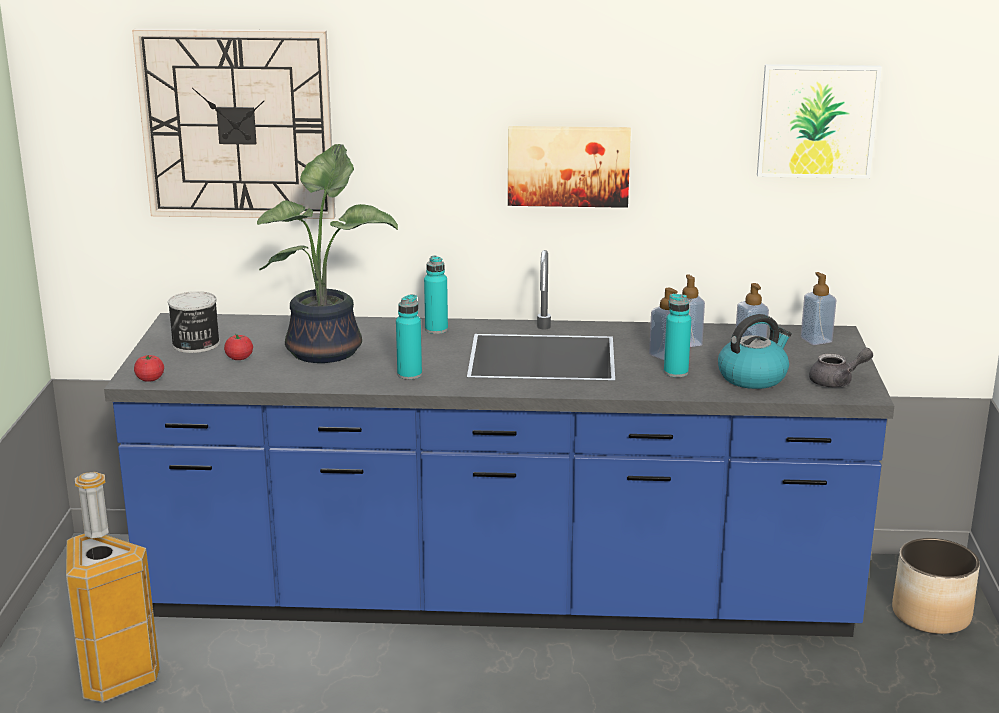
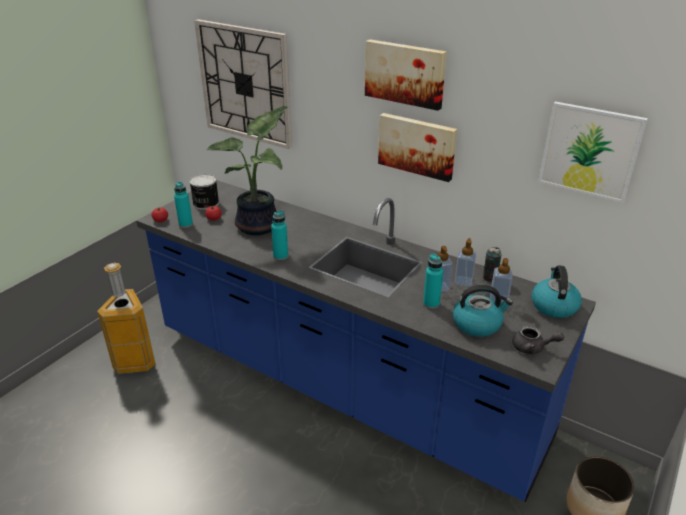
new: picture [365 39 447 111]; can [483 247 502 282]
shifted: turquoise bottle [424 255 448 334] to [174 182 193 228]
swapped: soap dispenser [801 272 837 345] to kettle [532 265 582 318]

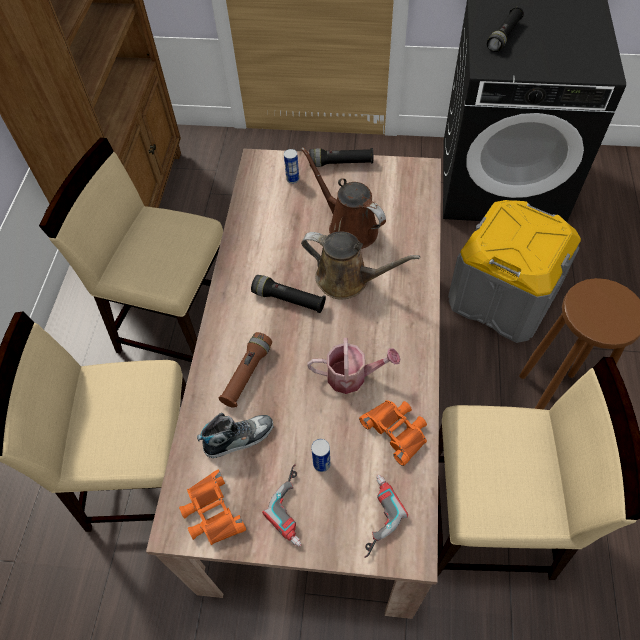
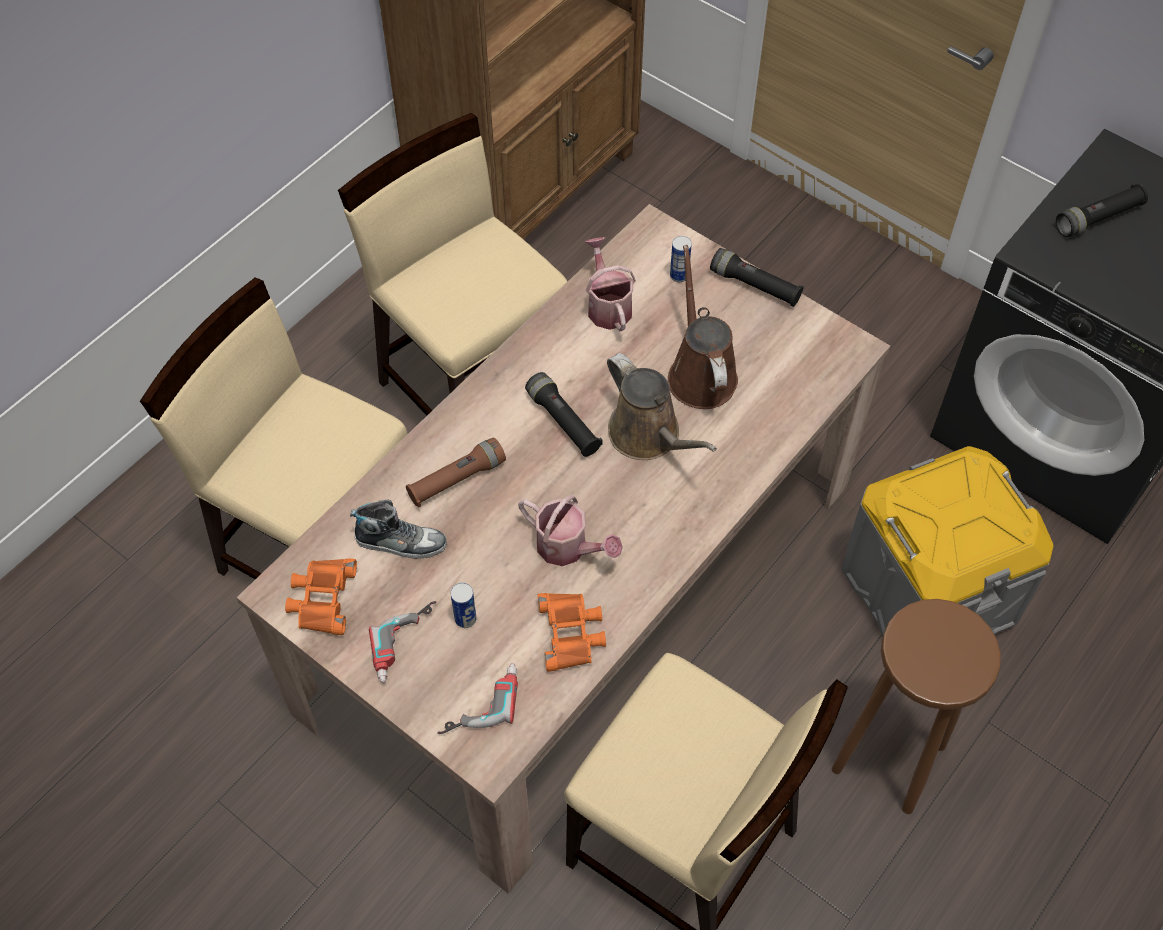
new: watering can [586 237 636 331]

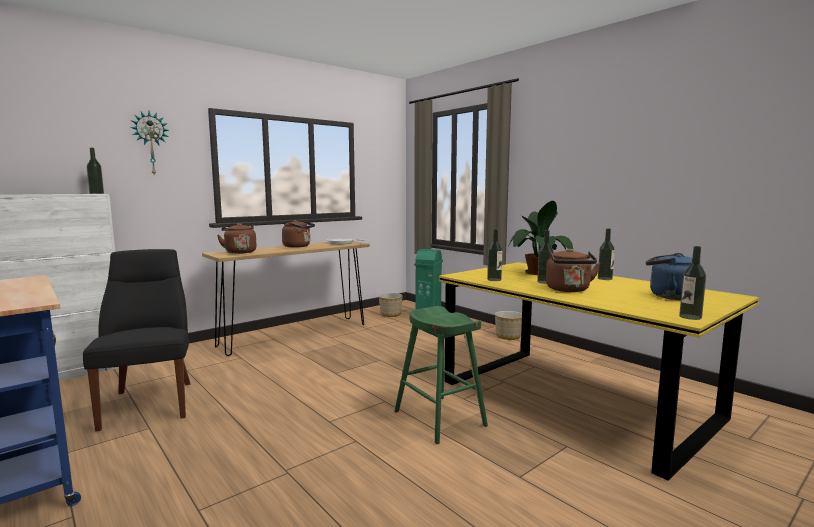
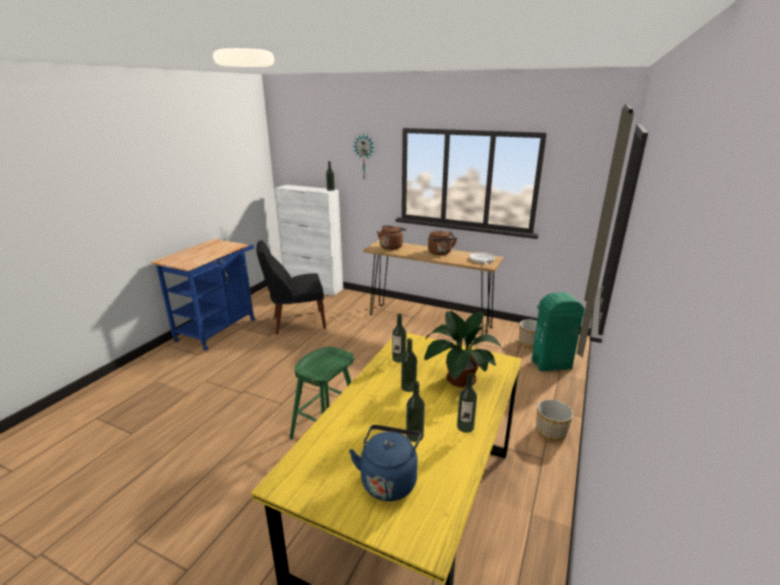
gone: brown kettle [546 248 600 292]
shifted: bottle [679 246 706 320] to [406 381 425 442]
rotated: black chair [83 249 191 432] = [256 240 326 335] 150 degrees counterclockwise

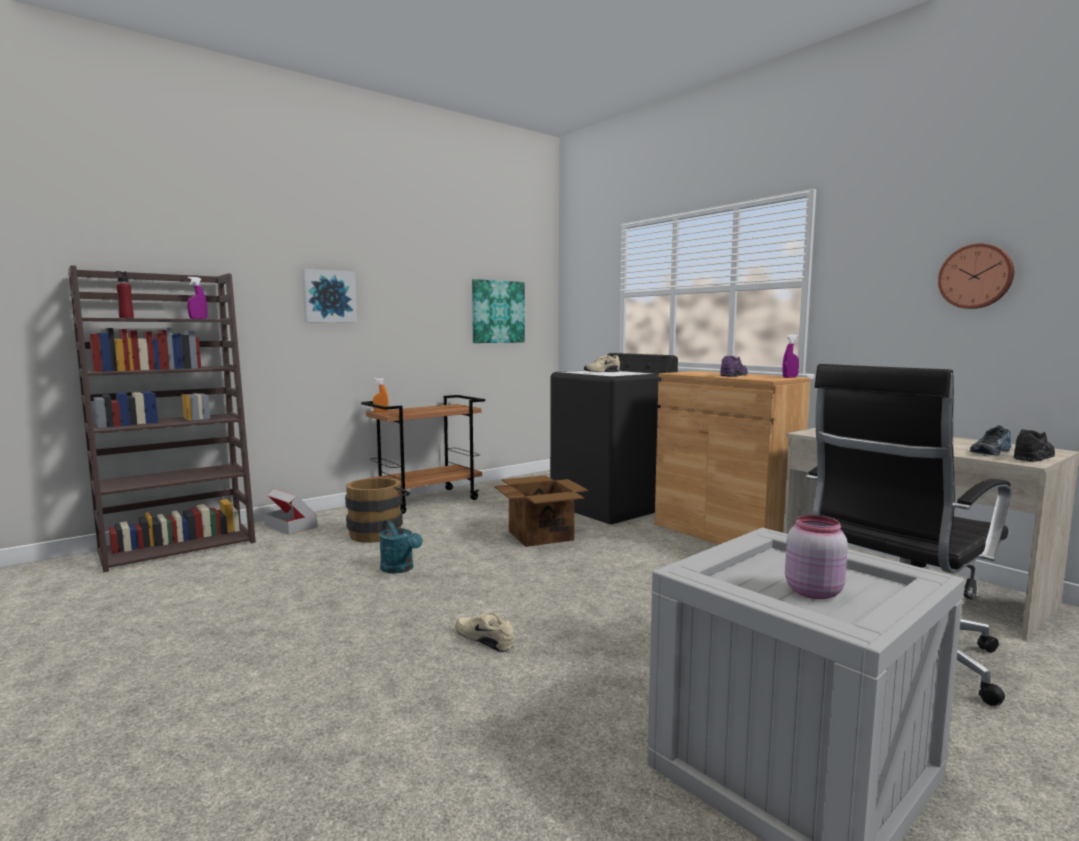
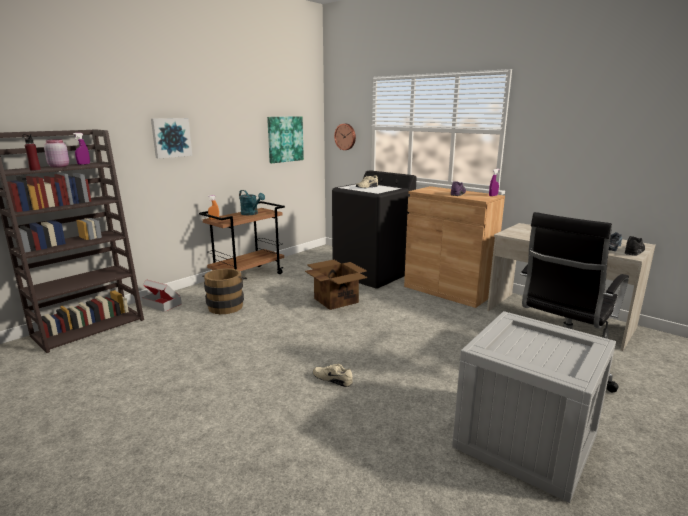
shifted: turquoise watering can [379 520 422 574] to [239 190 265 215]; pink jar [785 515 848 599] to [44 140 69 168]; wall clock [938 244 1014 309] to [334 124 356 150]

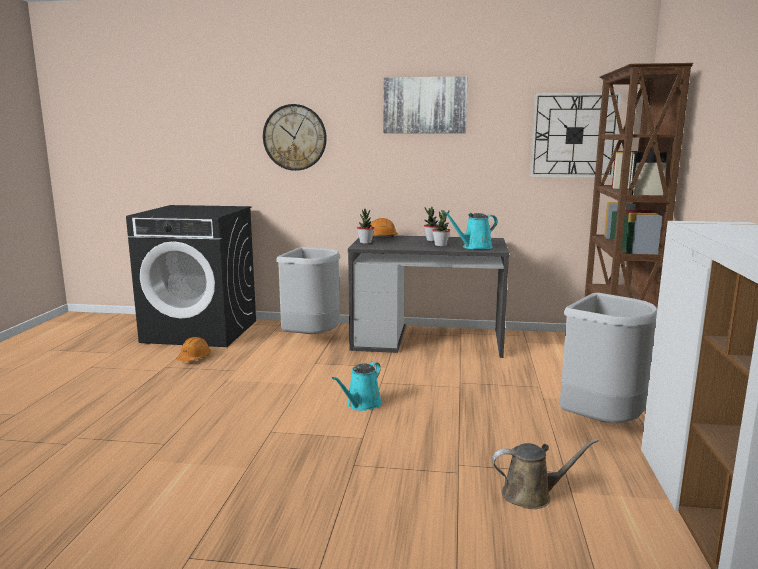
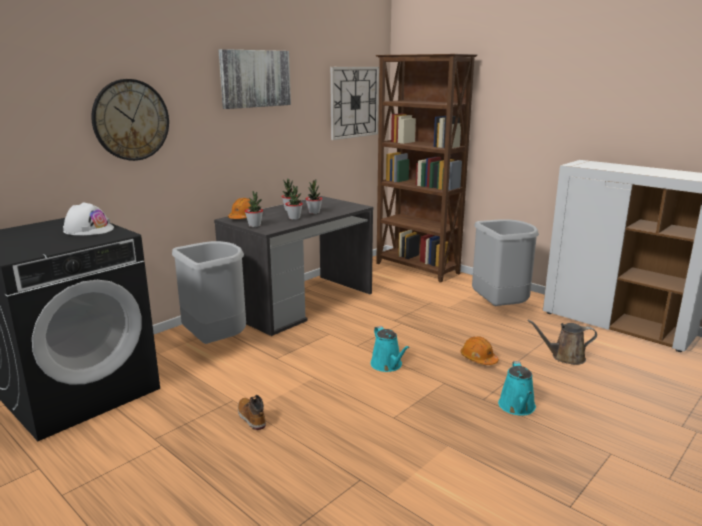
new: white hard hat [63 202 114 235]; boot [238 395 266 430]; potted plant [285 185 303 220]
shifted: orange hard hat [176 337 211 362] to [460 336 499 365]; turquoise watering can [443 212 498 249] to [498 361 536 416]
rotated: brown watering can [492 439 599 509] = [528 320 597 365] 120 degrees counterclockwise

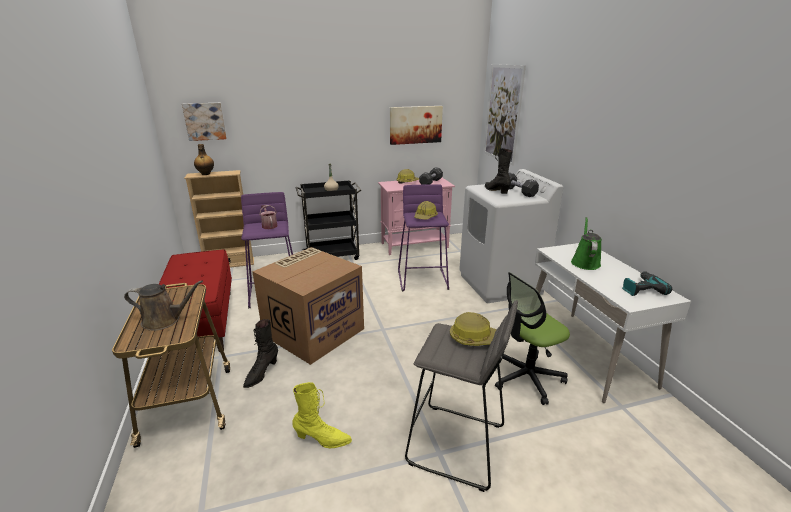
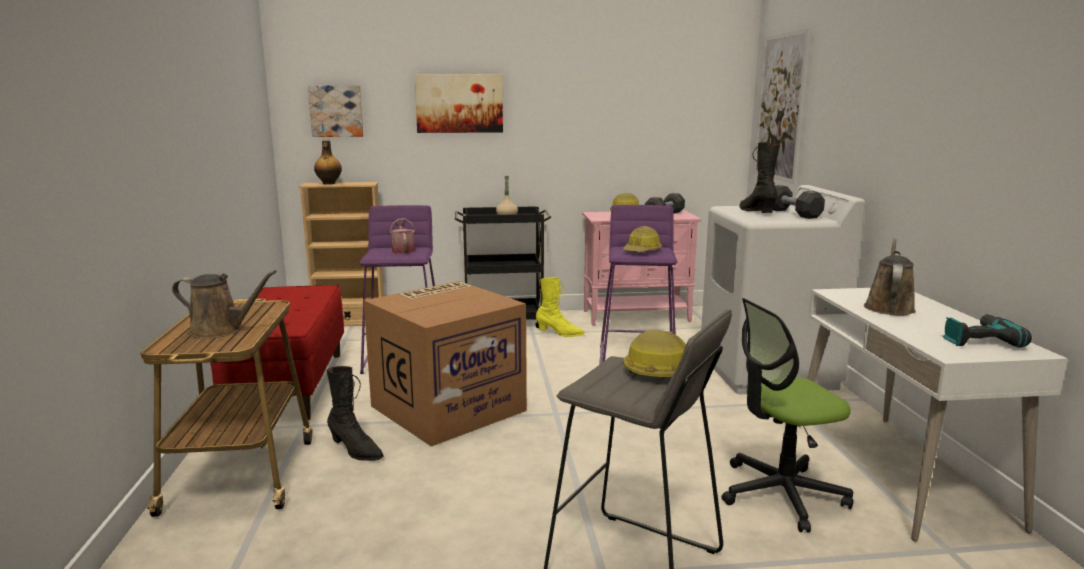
shifted: yellow boot [293 382 352 448] to [536 277 585 337]; picture [390 106 443 145] to [415 74 503 133]
repainted: green watering can [571 217 602 270] to brown watering can [864 238 916 315]
rotated: black boot [243 319 278 388] = [326 366 383 461] 90 degrees counterclockwise

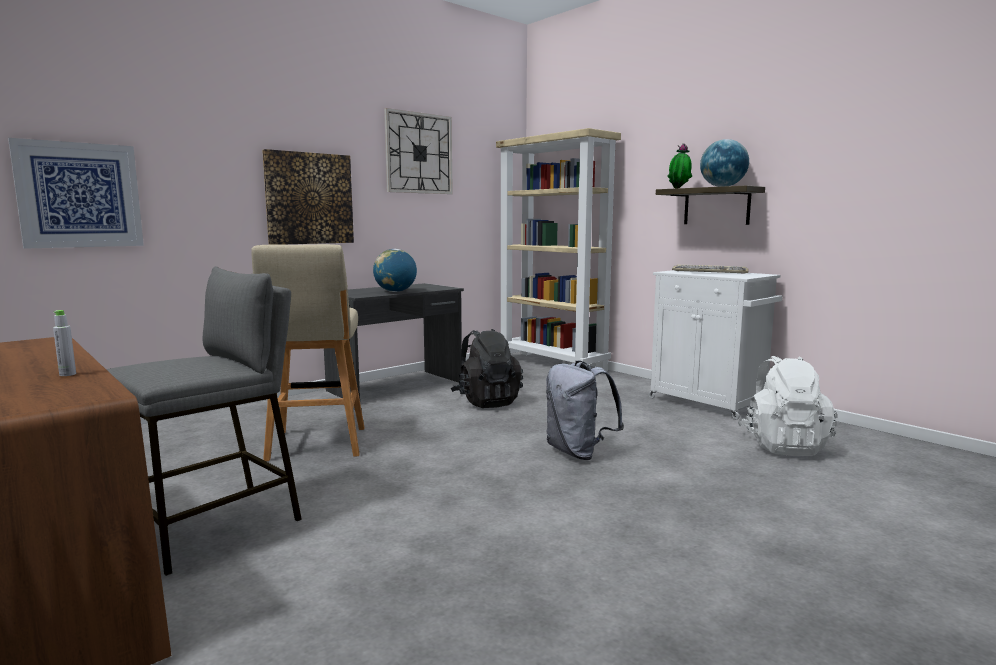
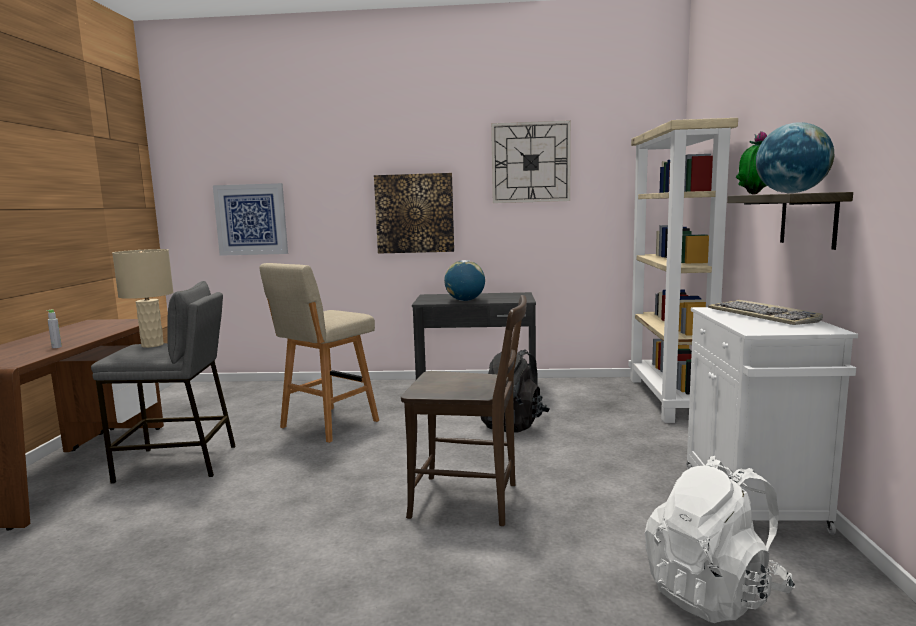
new: beige table lamp [112 249 173 348]
swapped: grey backpack [546 361 624 460] to brown chair [401 295 527 526]

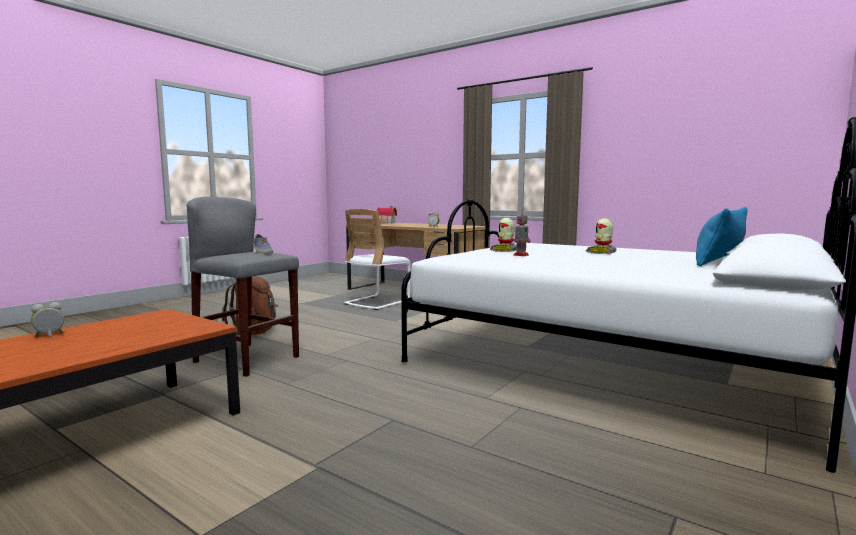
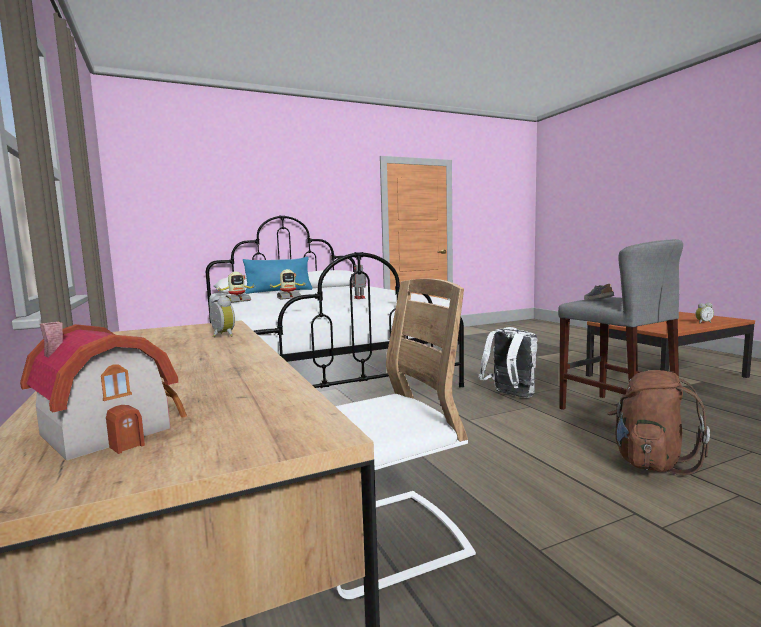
new: white backpack [479 327 537 398]
shifted: toy robot [490 218 516 252] to [217 272 255 303]

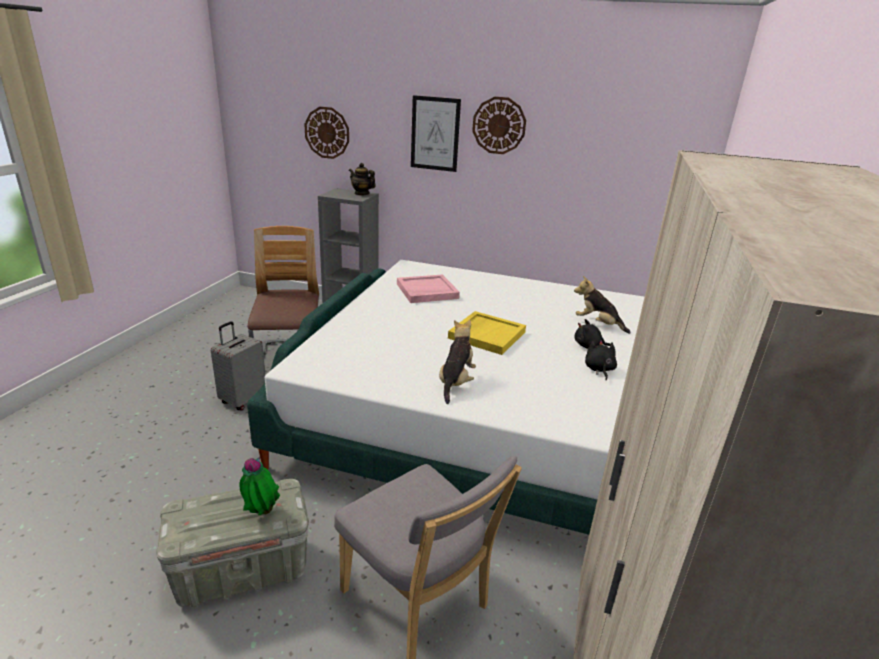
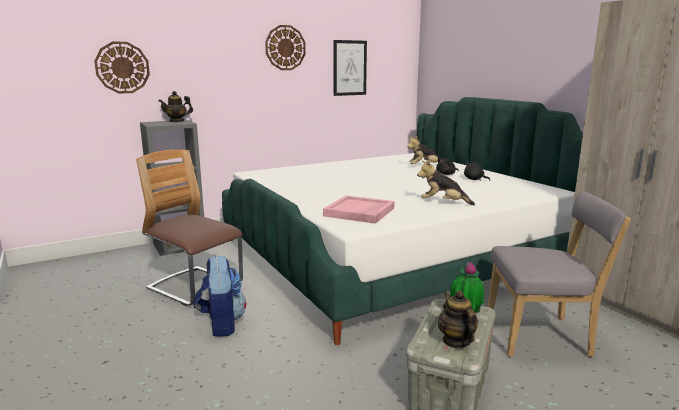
gone: yellow tray [448 311 526 355]
new: teapot [438 290 478 348]
shifted: pink tray [397 274 460 303] to [323 195 395 224]; picture [411 95 461 172] to [333 40 367 96]
swapped: grey suitcase [211 321 266 410] to backpack [194 255 246 337]
rotated: plush toy [439 320 476 404] = [417 160 475 205] 45 degrees counterclockwise

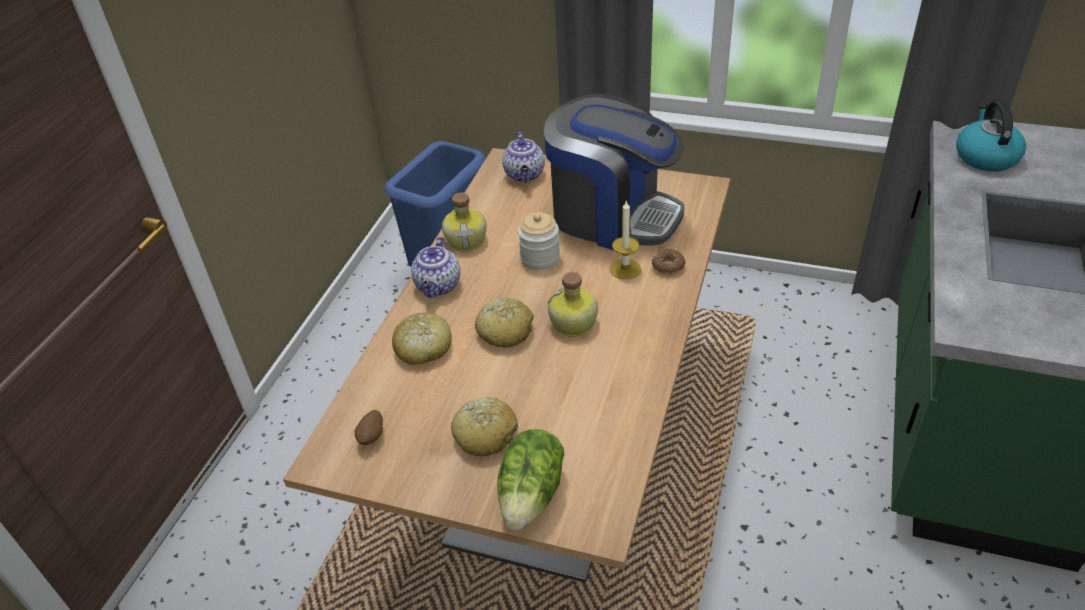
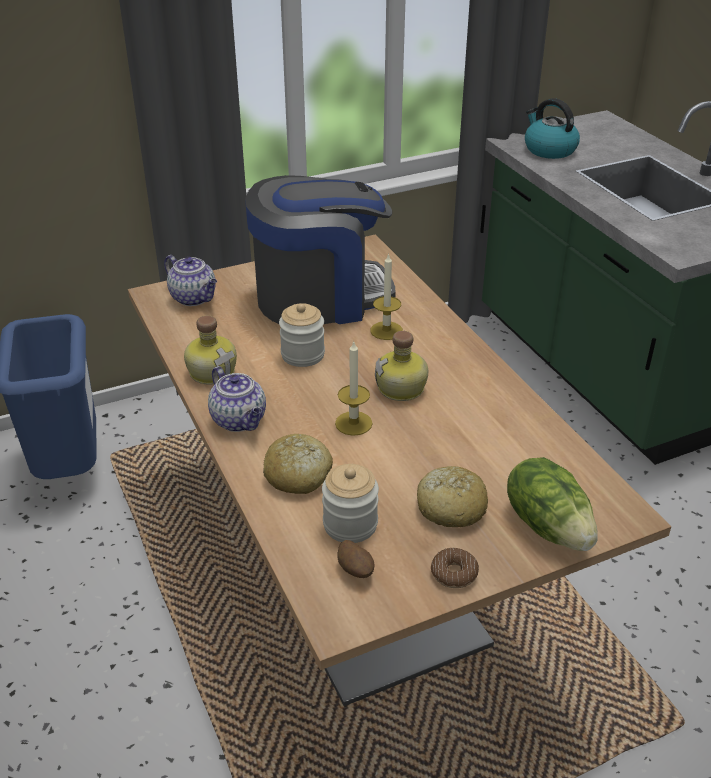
new: jar [322 464 379 543]
shifted: donut [652 249 686 275] to [431 548 479 588]
swapped: bread [475 298 534 348] to candle [335 340 373 436]

